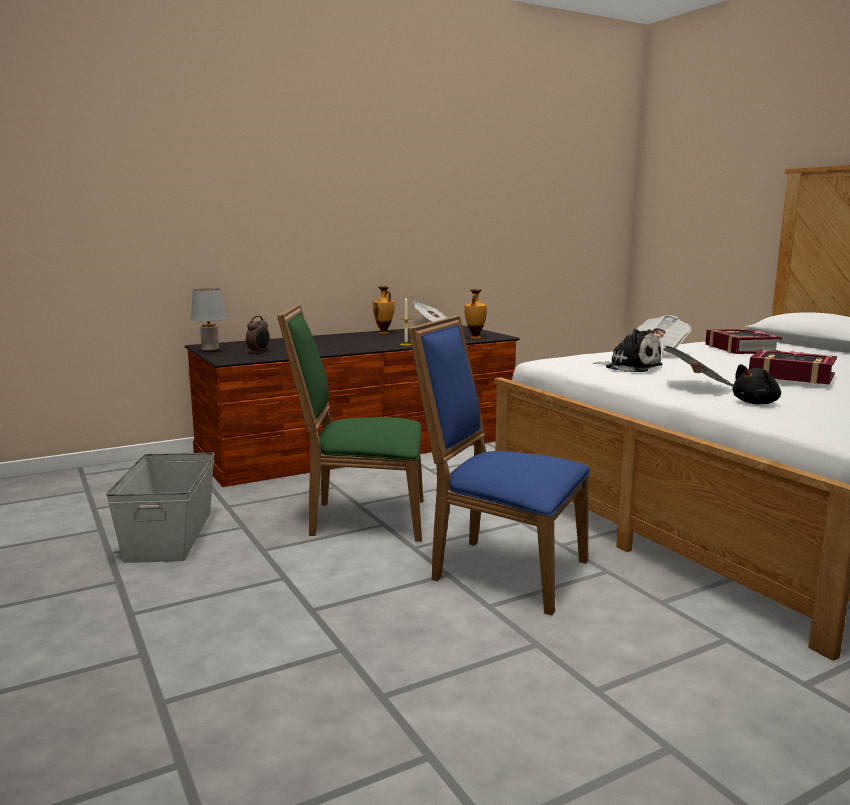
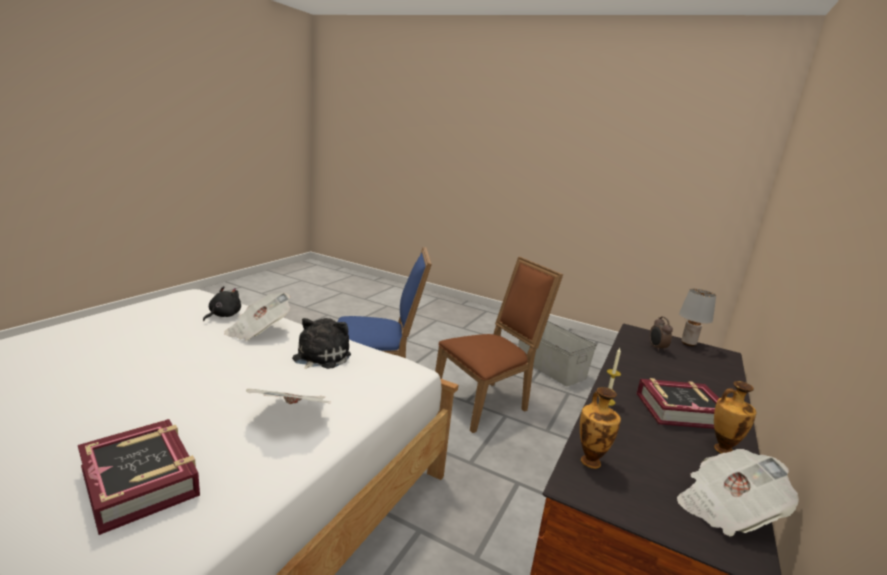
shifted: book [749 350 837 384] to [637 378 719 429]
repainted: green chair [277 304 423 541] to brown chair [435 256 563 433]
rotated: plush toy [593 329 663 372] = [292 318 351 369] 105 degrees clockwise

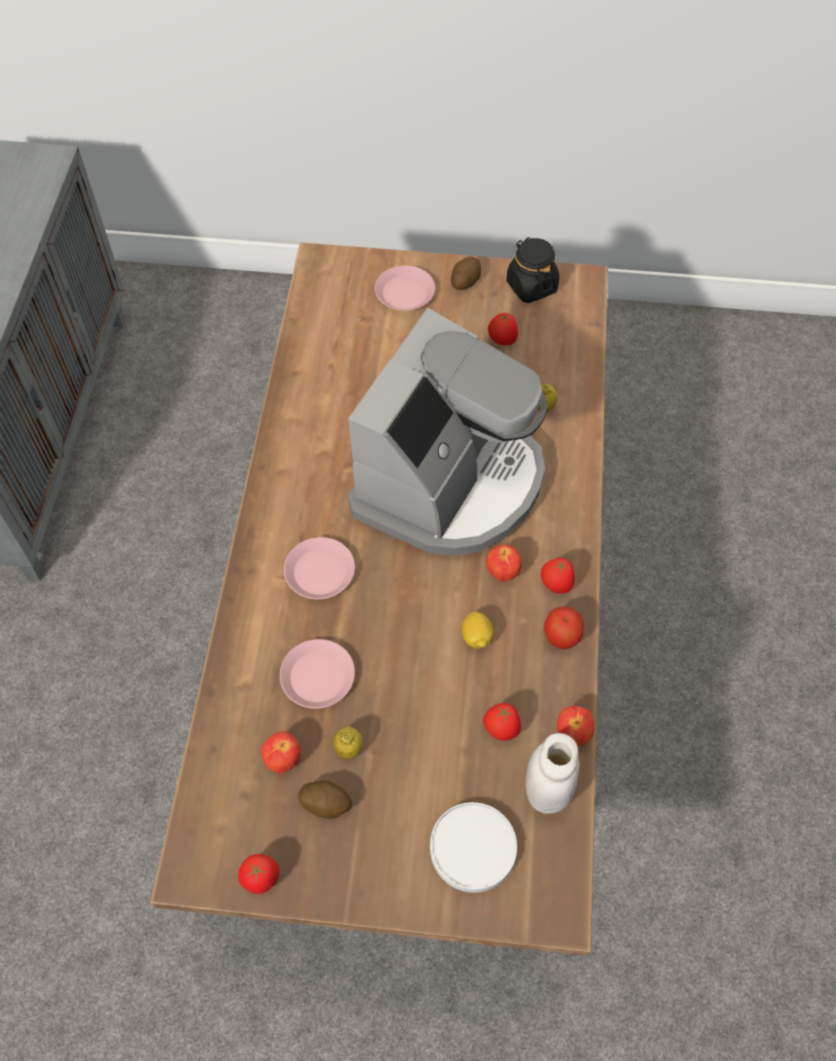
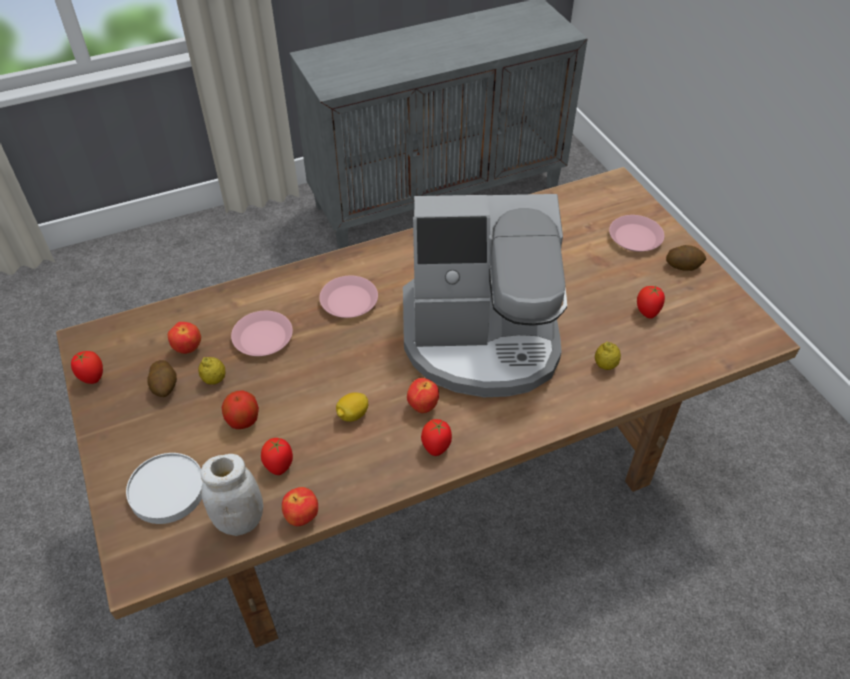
gone: black jar [506 237 559 303]
shifted: apple [544 606 584 649] to [222 390 259 429]

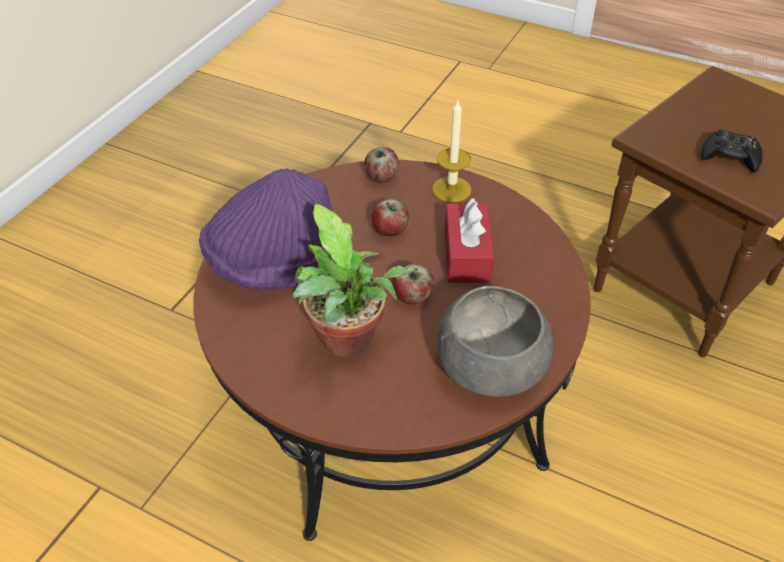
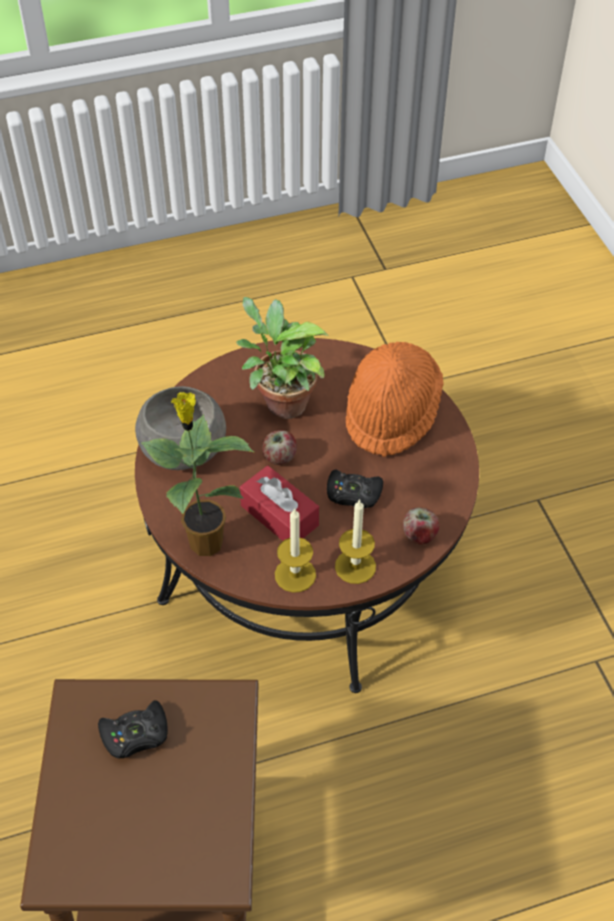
new: potted plant [141 392 254 556]; candle [275 508 316 593]
swapped: apple [372 199 409 236] to black game controller [327 470 383 508]
repainted: purple hat [199 168 332 290] to orange hat [346 342 444 457]

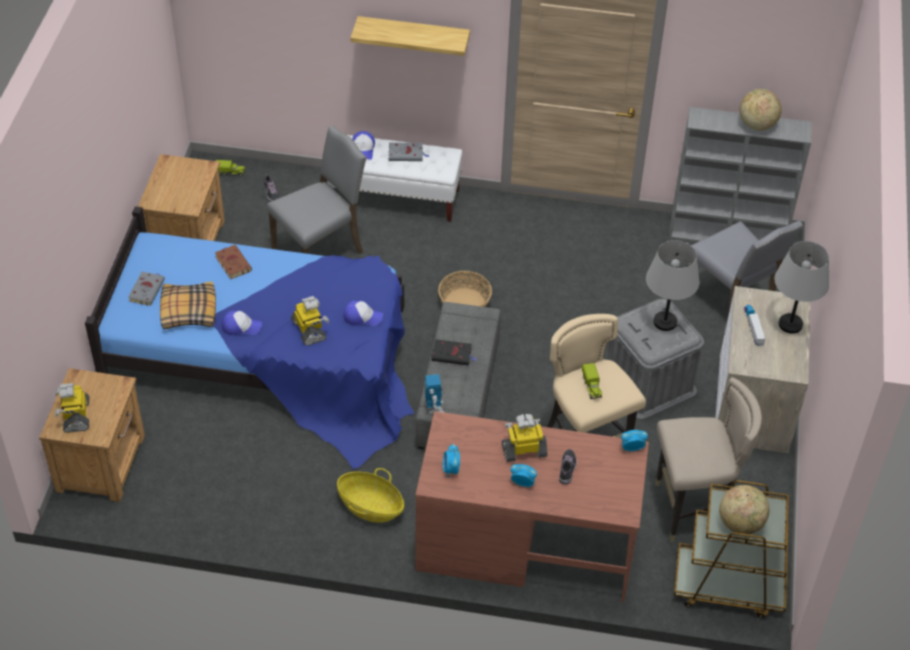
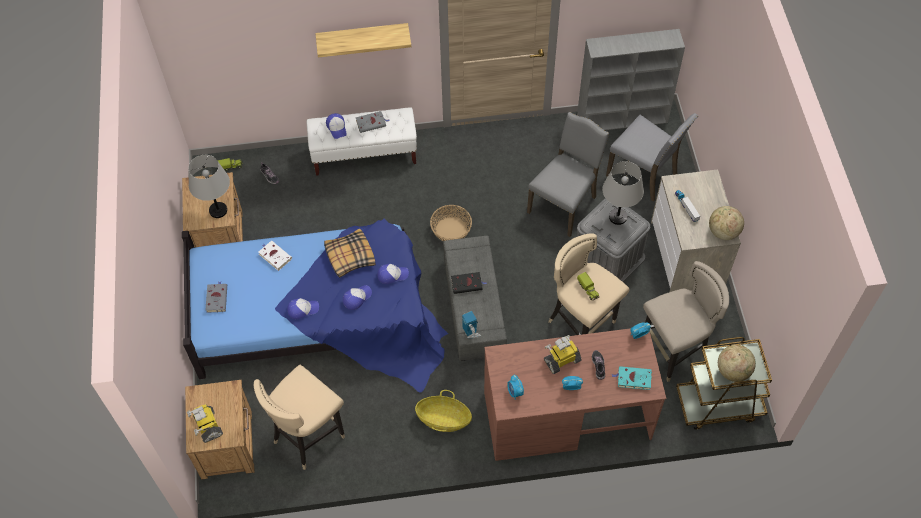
new: beige stool [254 365 345 470]; turquoise book [612 366 652 390]
shifted: pillow [160 281 216 329] to [324 229 376 278]; grey chair [267 126 367 254] to [527 112 609 237]; globe [740 89 782 131] to [709 206 744 240]; grey table lamp [775 241 829 334] to [189 155 230 218]
swapped: toy robot [291 296 329 346] to cap [343 285 372 310]
repainted: brown book [215 245 252 280] to white book [258 241 292 271]

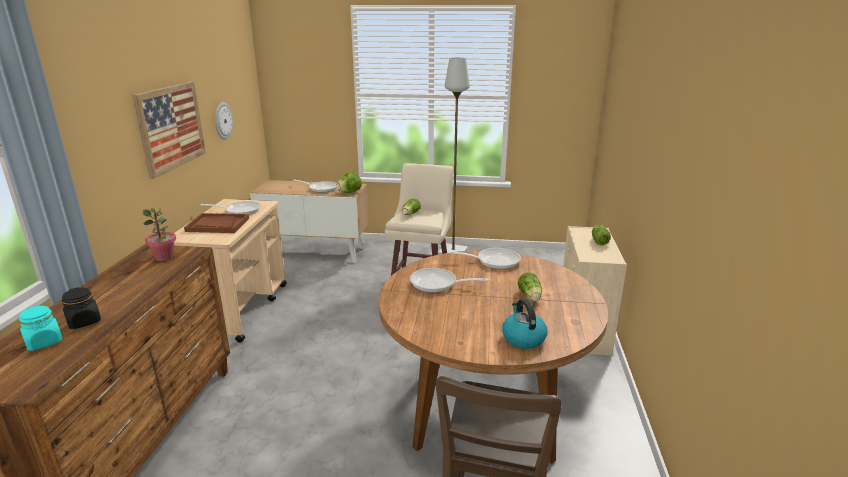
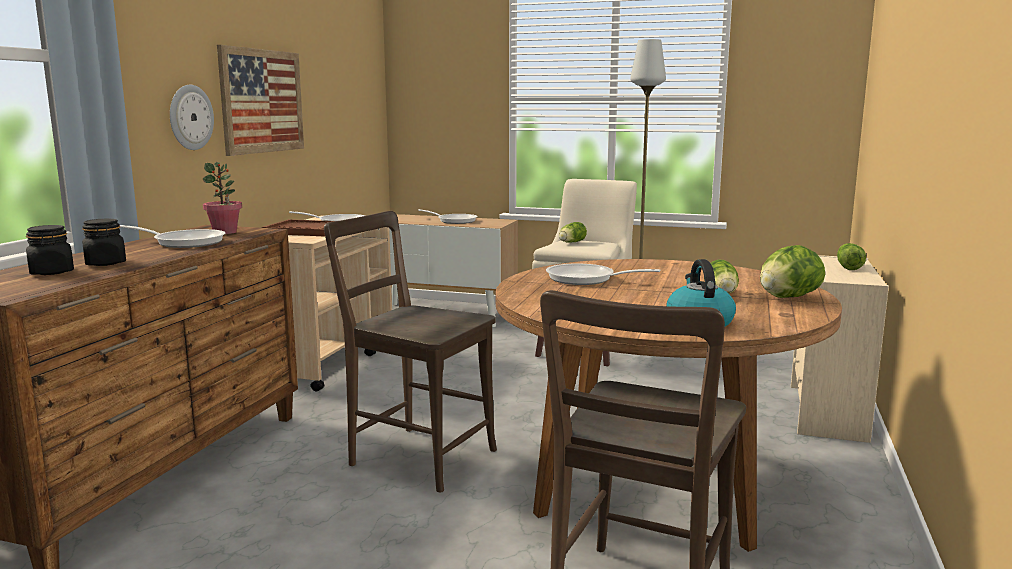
new: brown chair [324 211 497 493]
shifted: wall clock [215 102 233 140] to [170 85 214 150]; lettuce [336 172 362 193] to [760 245 825 298]; frying pan [448 248 521 269] to [120 225 225 248]
repainted: turquoise jar [19 305 63 351] to black jar [26 225 74 275]

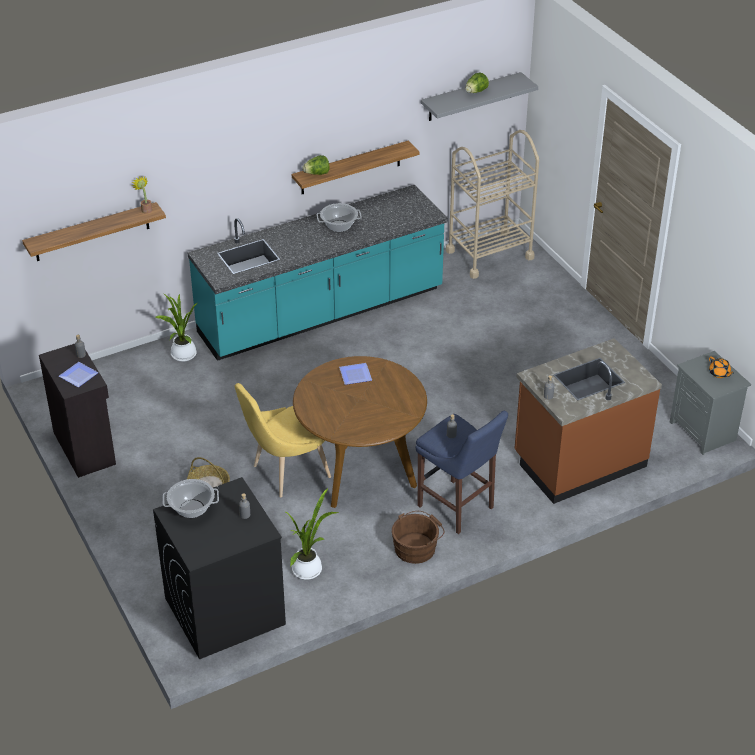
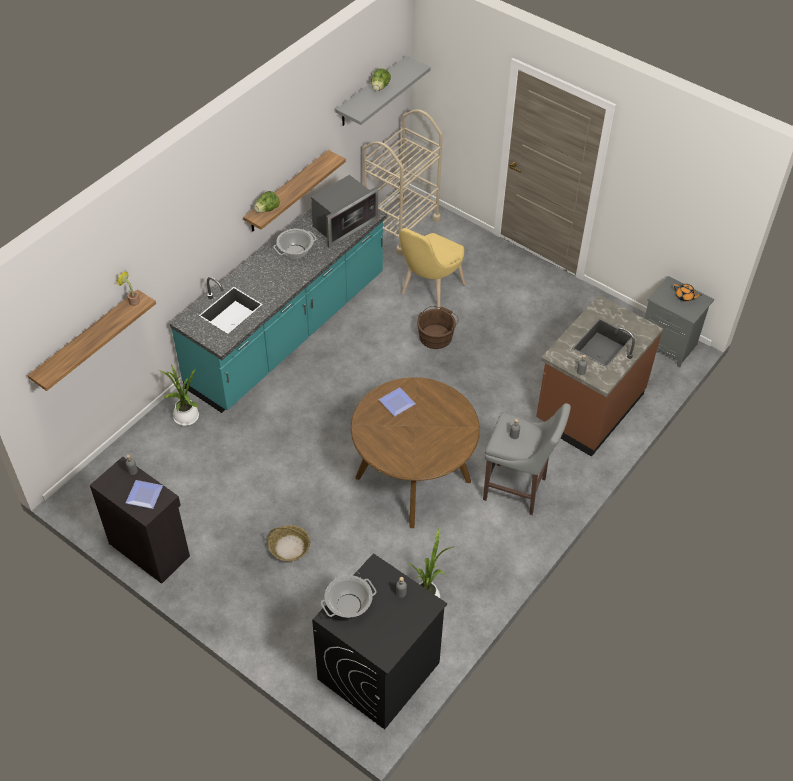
new: microwave [311 175 378 248]
shifted: yellow chair [235 383 331 497] to [400 228 465 309]; brown bucket [392 511 444 564] to [417 306 459 349]
repainted: blue stool [416 411 508 534] to grey stool [483 403 571 515]

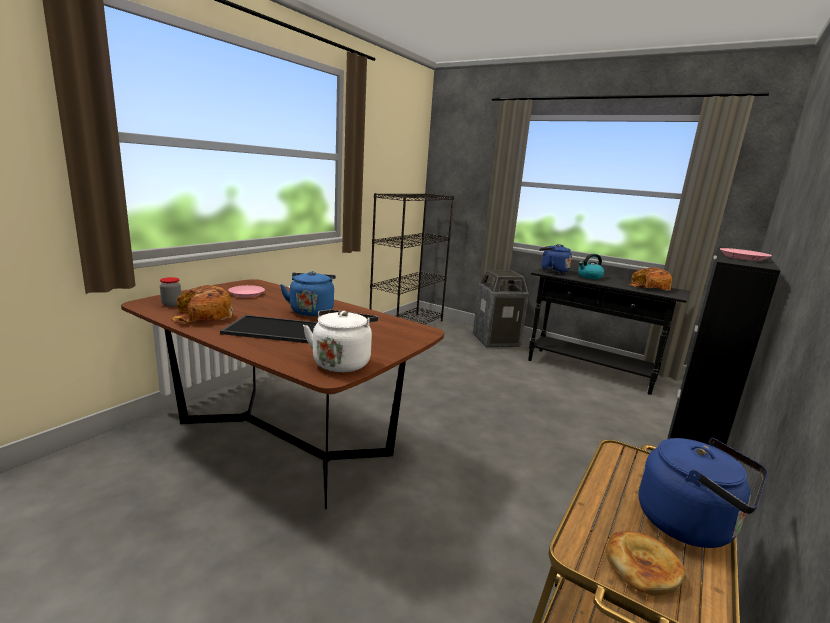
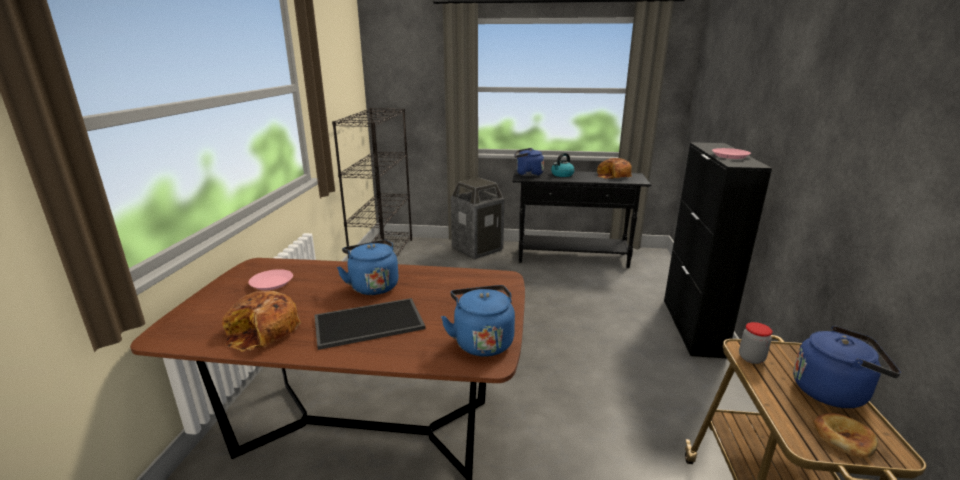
shifted: jar [160 277 181 307] to [739 322 773 364]
repainted: white kettle [303 310 378 373] to blue kettle [441 285 515 357]

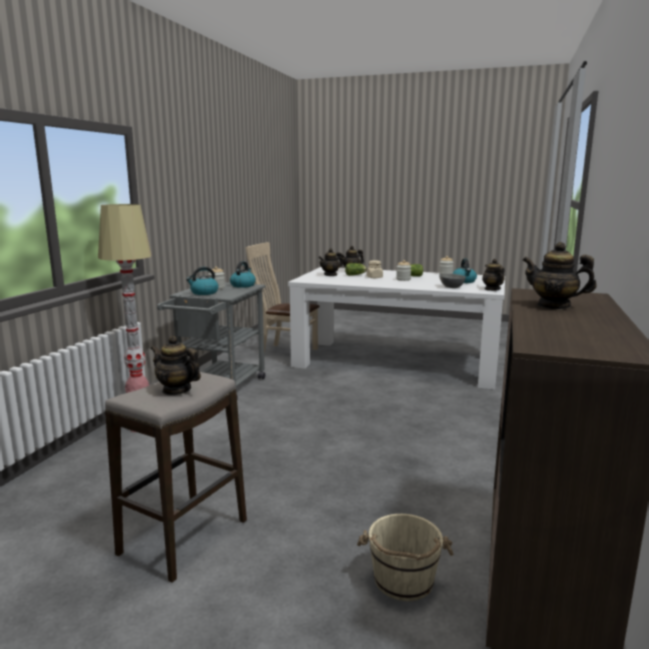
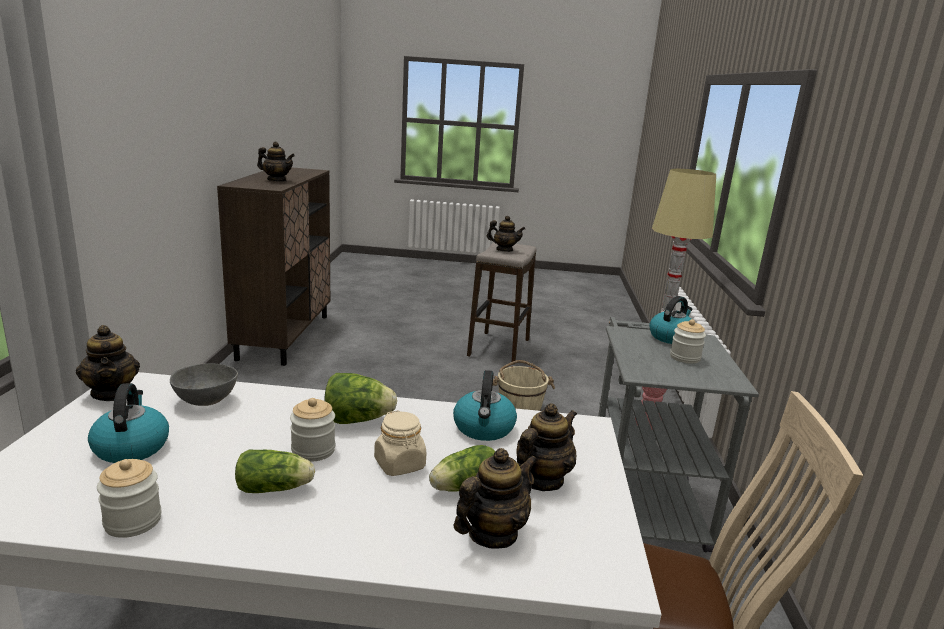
new: lettuce [324 373 397 424]
shifted: kettle [230 261 256 288] to [453 370 517 441]; beige bucket [357 514 454 601] to [493 360 555 411]

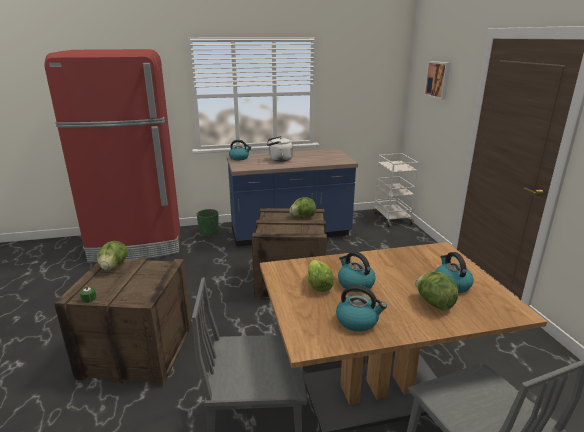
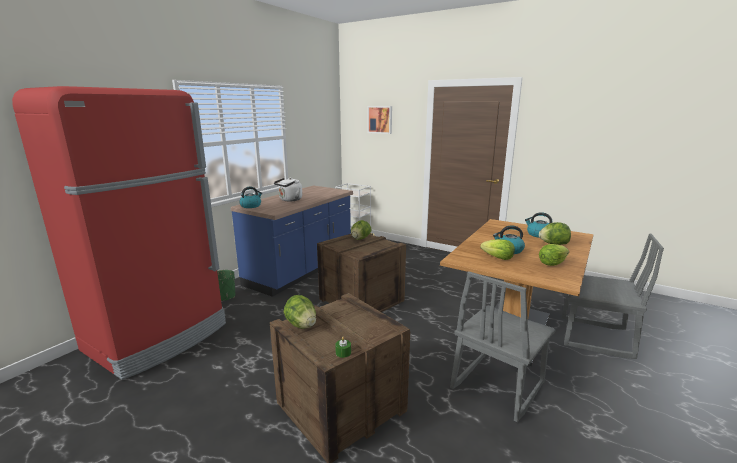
swapped: kettle [336 285 387 332] to lettuce [539 244 569 266]

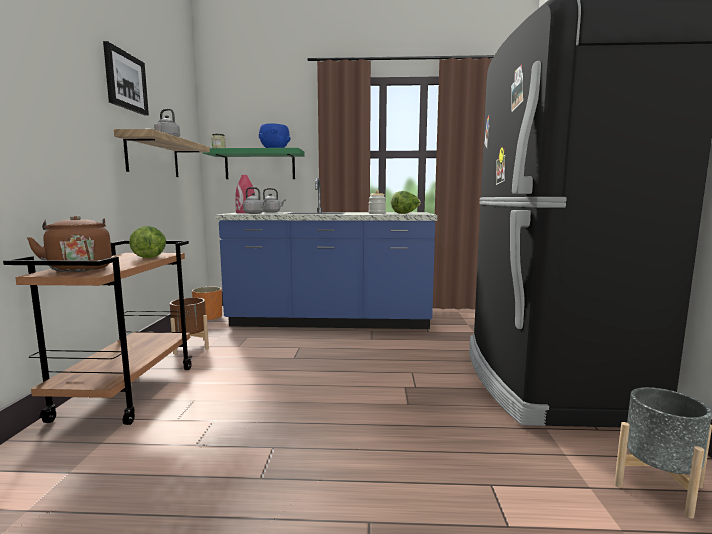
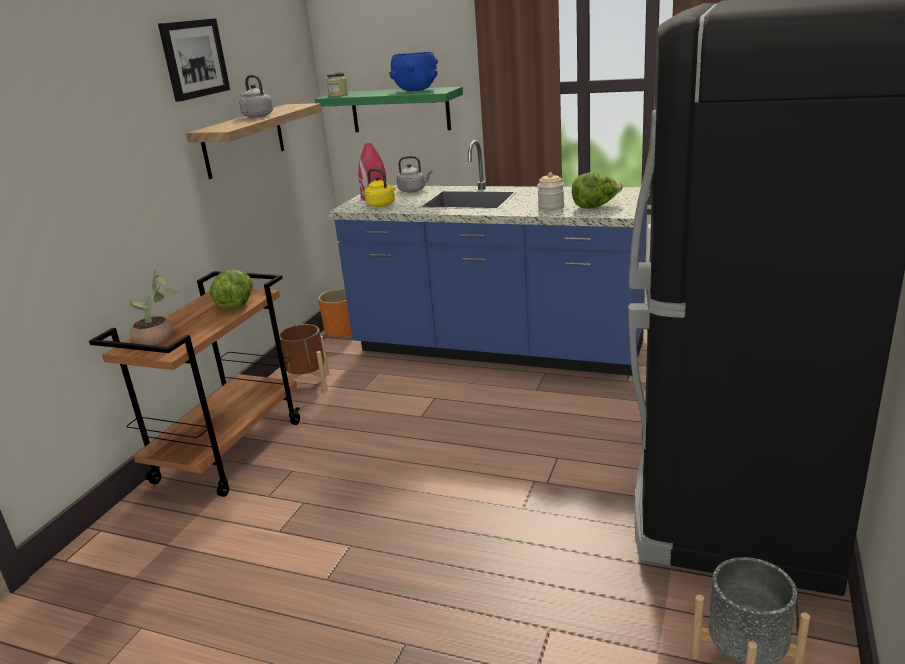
swapped: brown kettle [26 215 112 272] to potted plant [130 268 178 345]
repainted: grey kettle [243 187 268 214] to yellow kettle [365 169 396 207]

